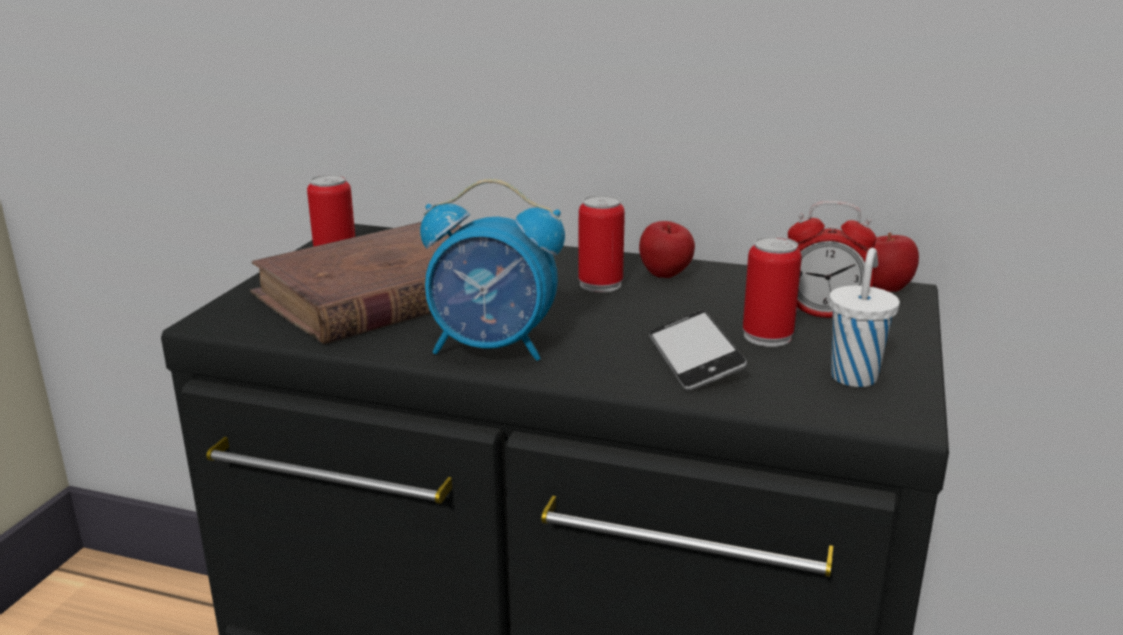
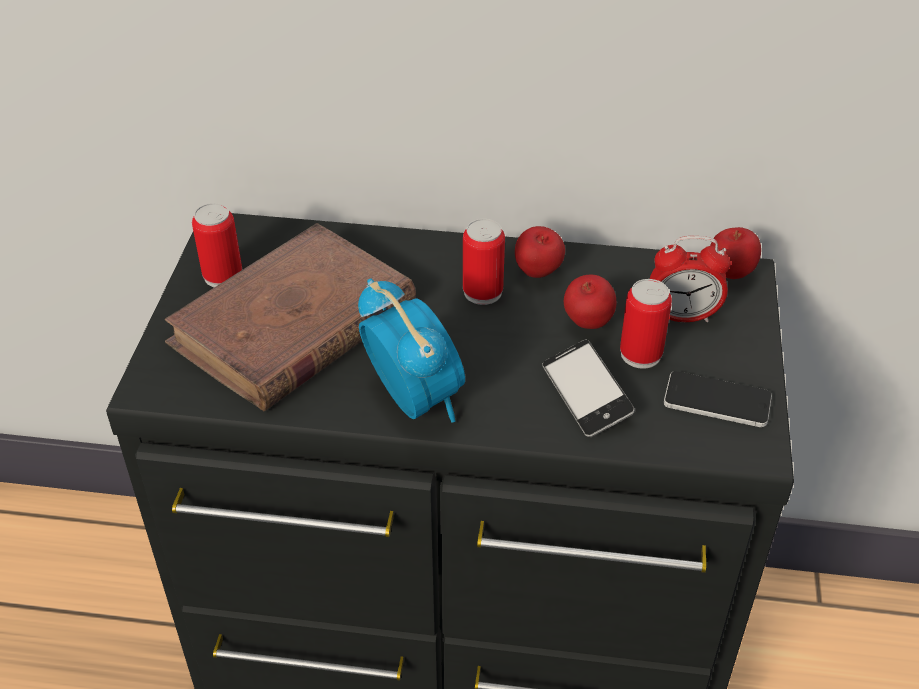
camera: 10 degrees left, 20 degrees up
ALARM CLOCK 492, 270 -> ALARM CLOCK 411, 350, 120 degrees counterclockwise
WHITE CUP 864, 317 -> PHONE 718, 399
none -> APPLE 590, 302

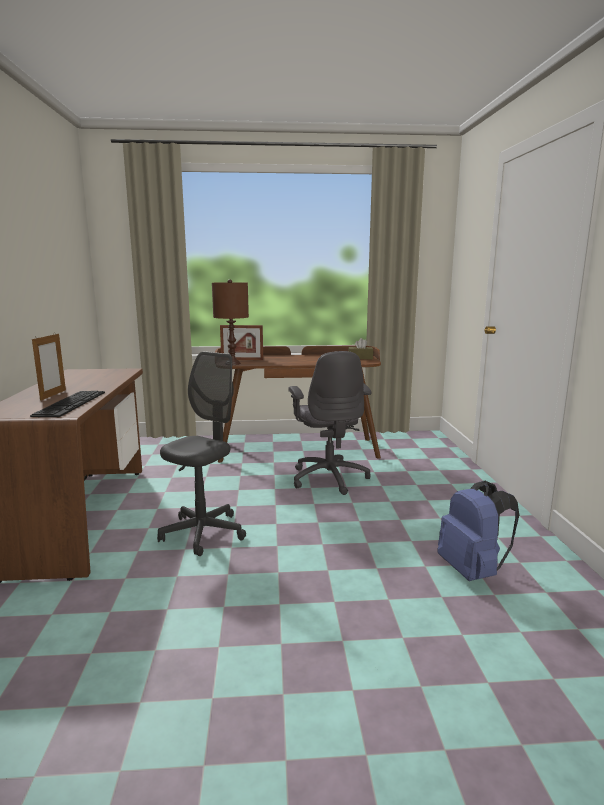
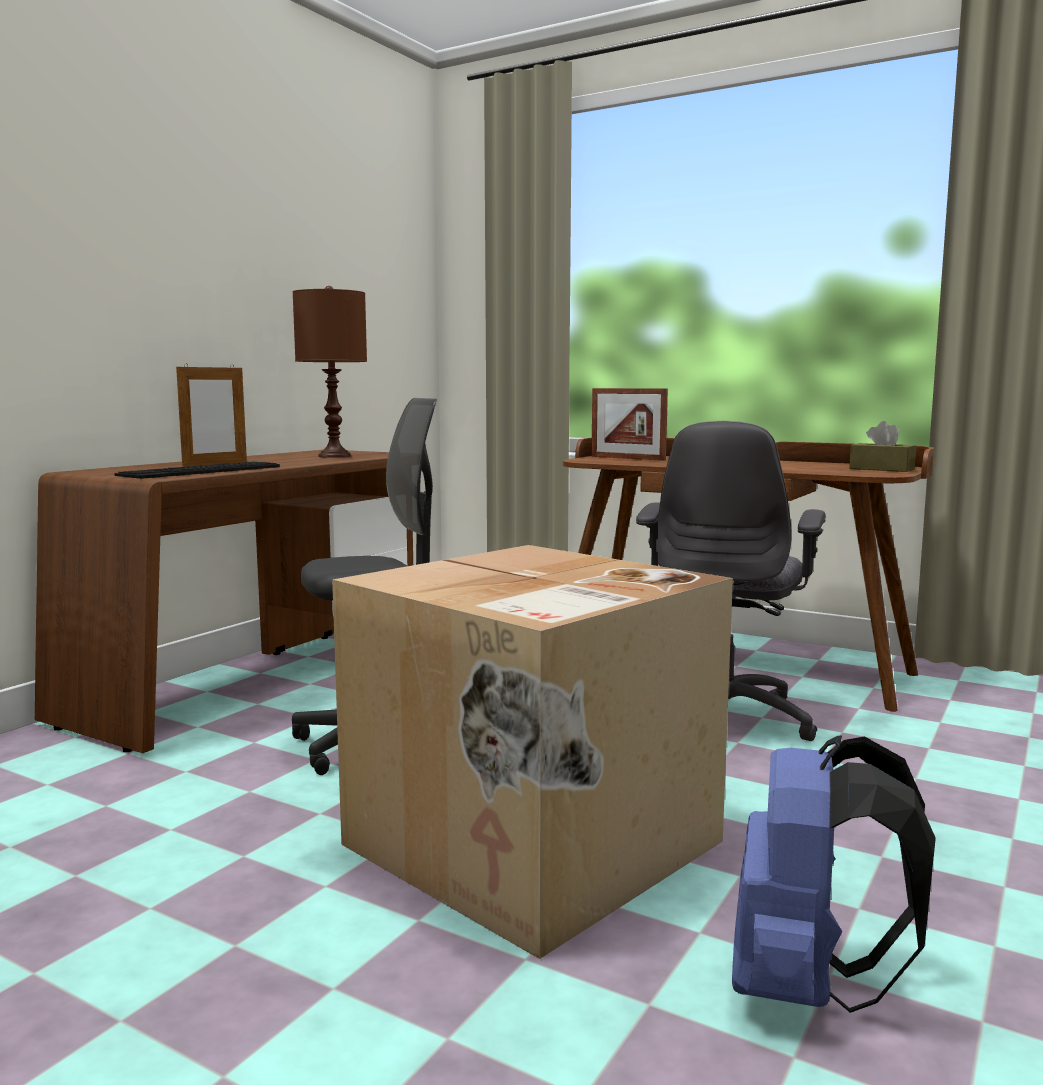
camera: 35 degrees right, 5 degrees down
BROWN TABLE LAMP 230, 322 -> BROWN TABLE LAMP 330, 372, relocated
none -> CARDBOARD BOX 532, 752

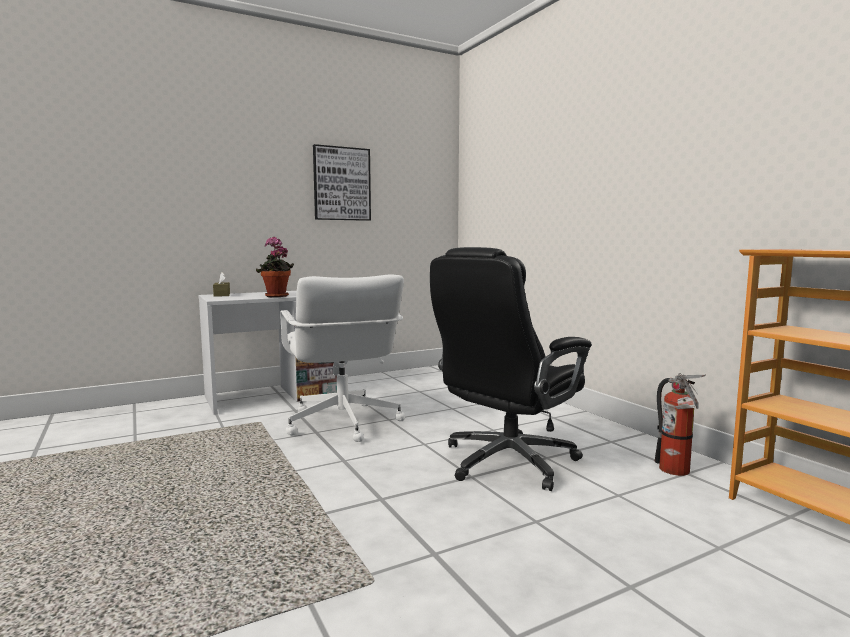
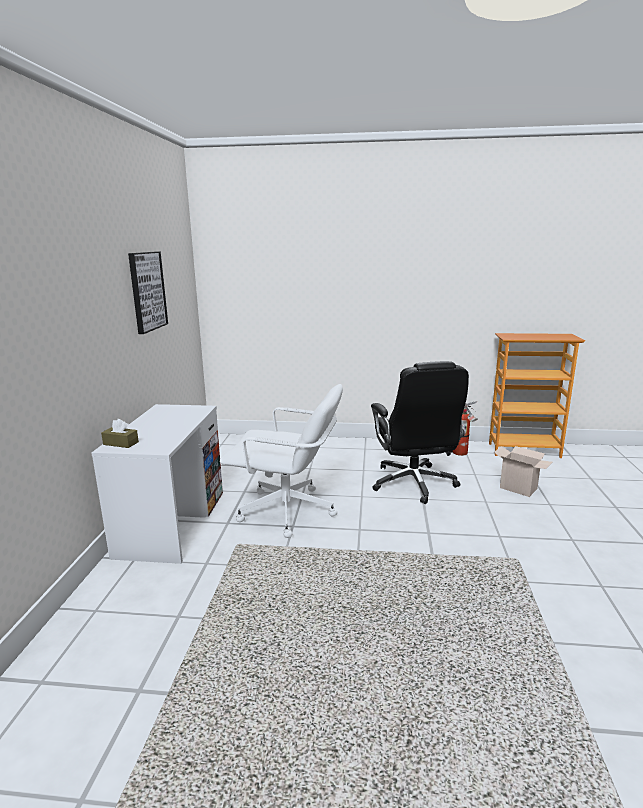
camera: 55 degrees left, 10 degrees up
POTTED PLANT 275, 267 -> none
none -> CARDBOARD BOX 523, 471

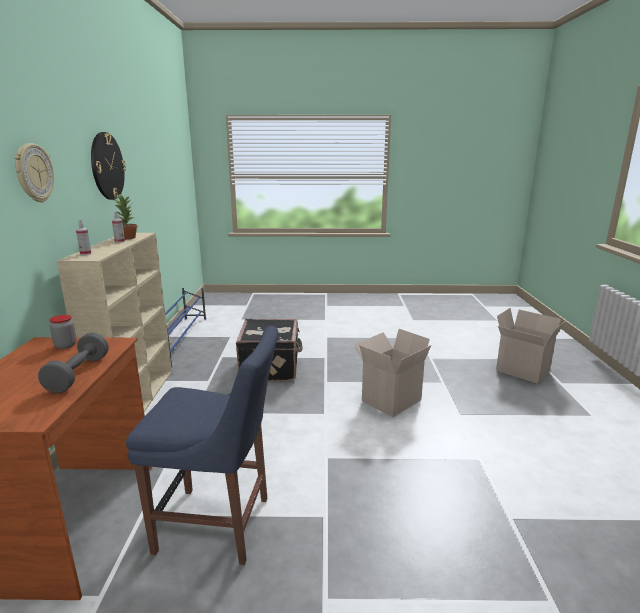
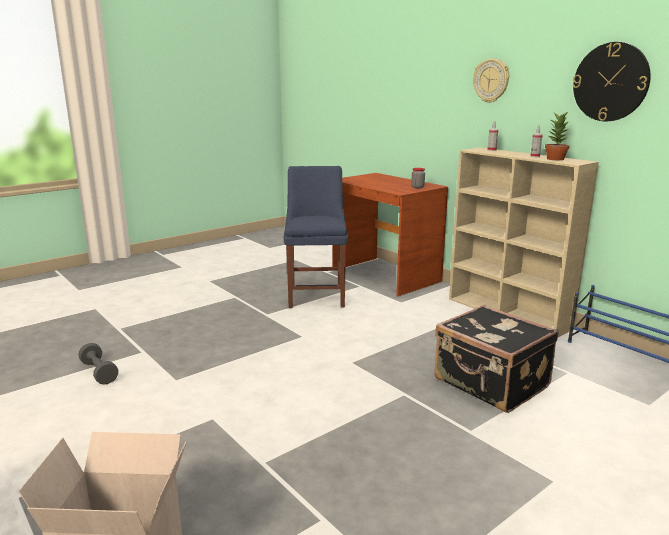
camera: 140 degrees right, 0 degrees up
BLUE CHAIR 202, 445 -> BLUE CHAIR 316, 237, 120 degrees clockwise
CARDBOARD BOX 392, 373 -> none
GREY DUMBBELL 73, 363 -> GREY DUMBBELL 98, 364, relocated

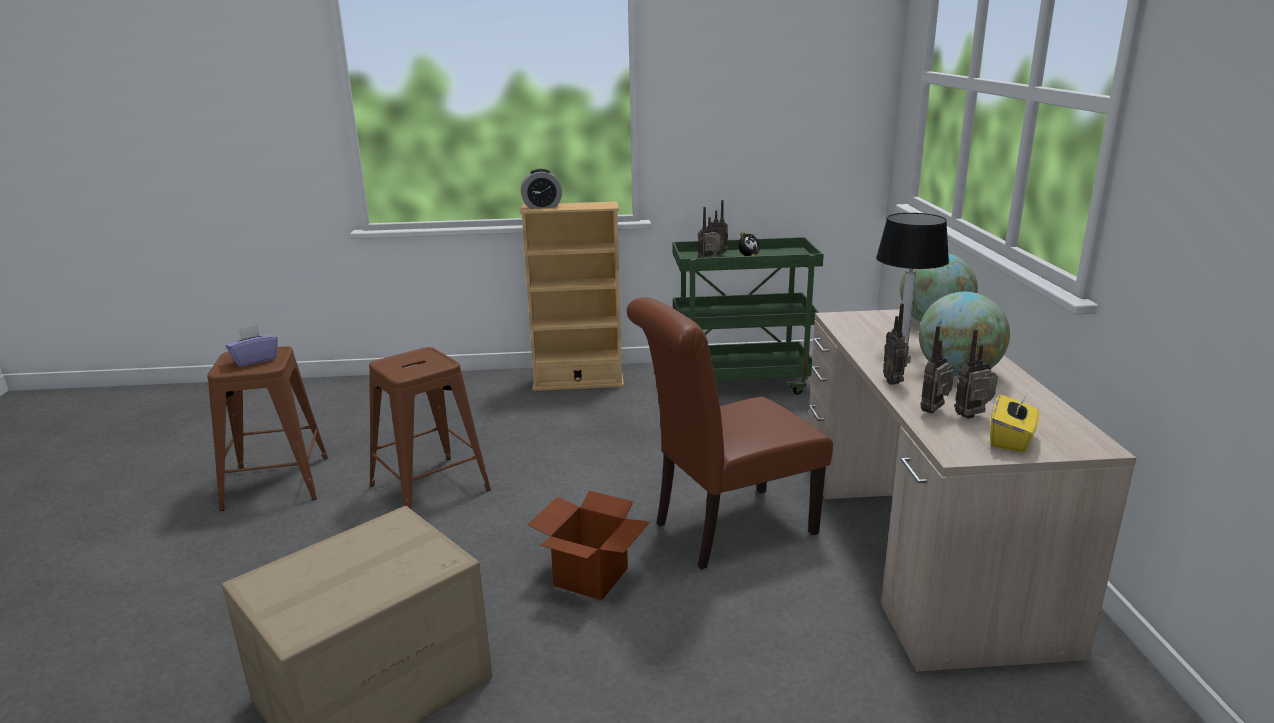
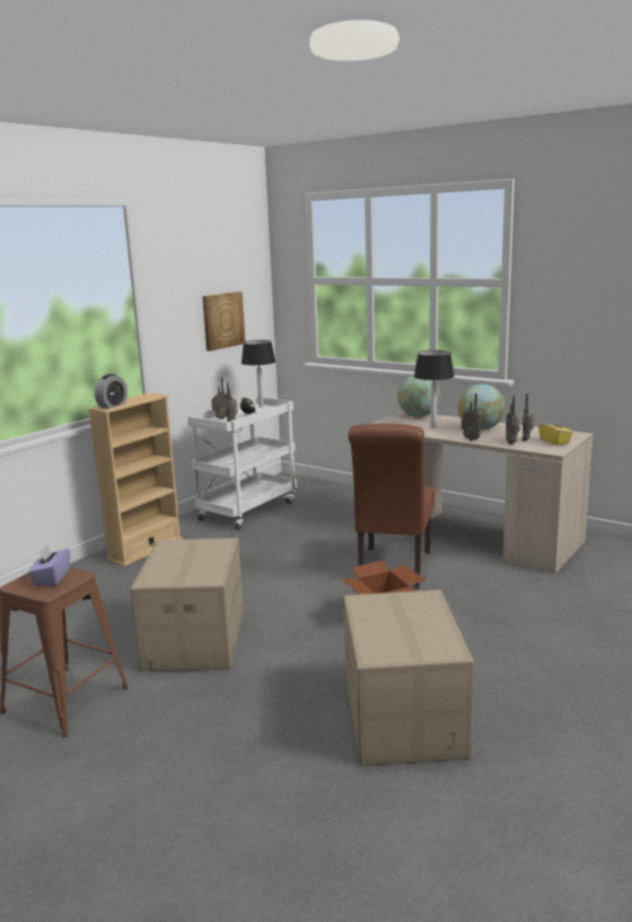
camera: 50 degrees left, 5 degrees down
GREEN CART 748, 316 -> WHITE CART 242, 463
BROWN STOOL 430, 428 -> CARDBOARD BOX 187, 604
none -> PICTURE 223, 321
none -> TABLE LAMP 258, 374

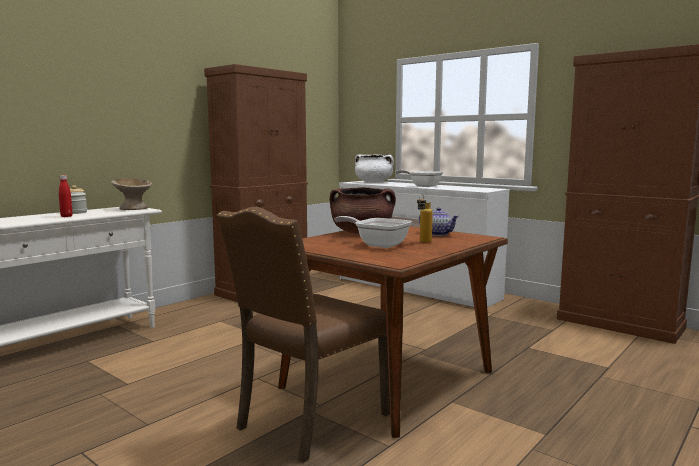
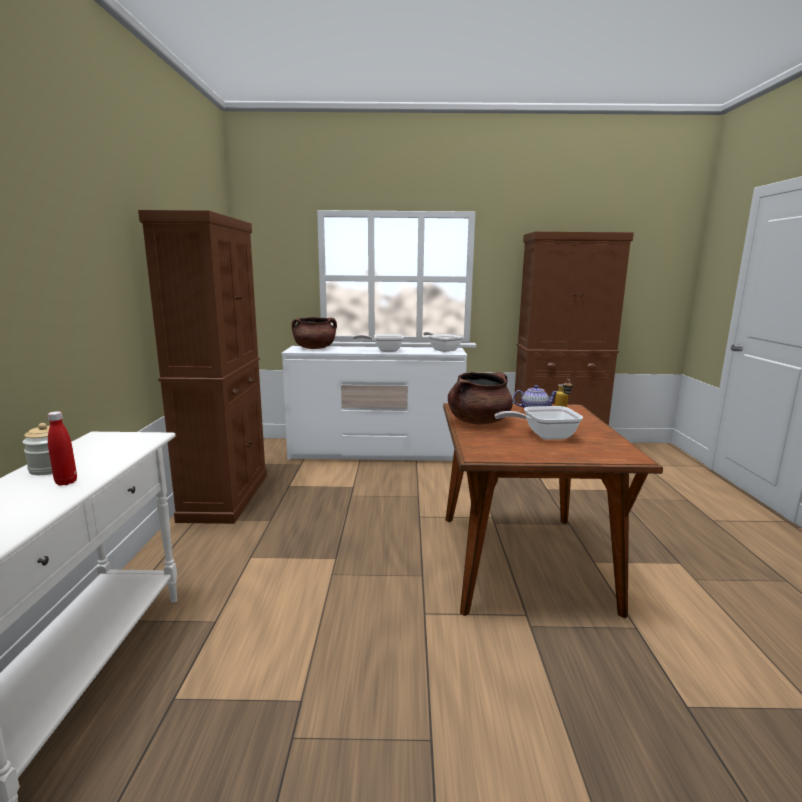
camera: 40 degrees left, 5 degrees up
WHITE COOKING POT 374, 168 -> BROWN COOKING POT 314, 333
BEIGE BOWL 131, 194 -> none
BROWN CHAIR 303, 335 -> none
none -> FRYING PAN 443, 342

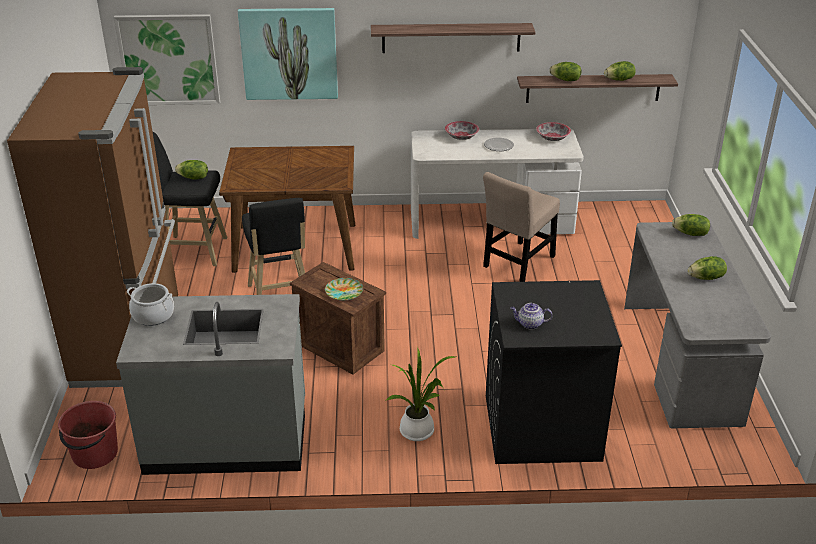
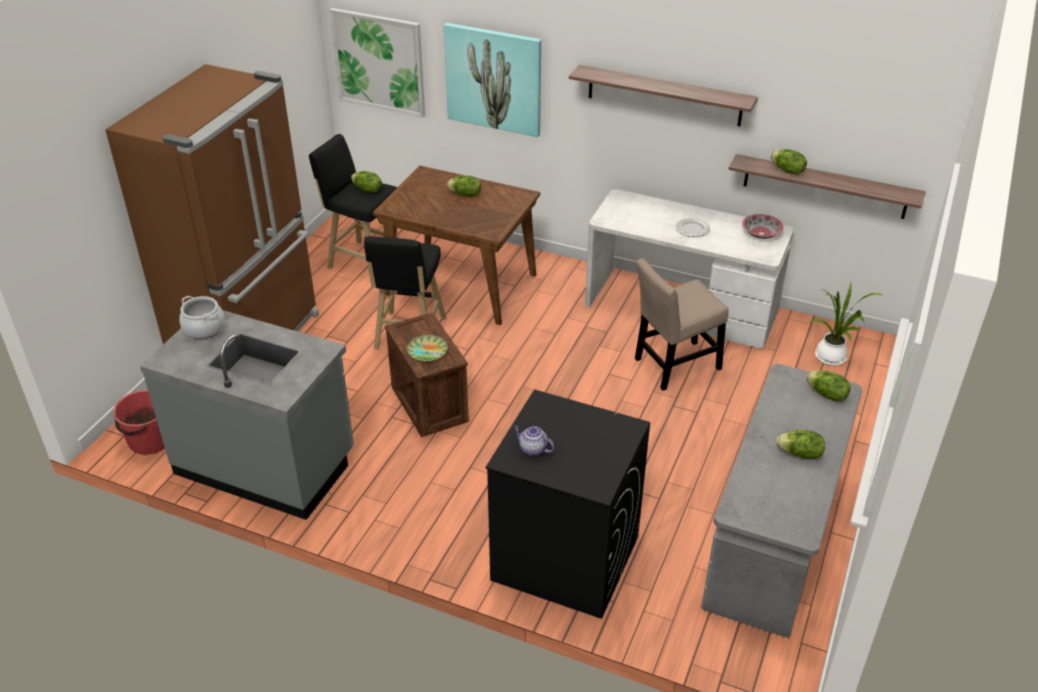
camera: 25 degrees right, 5 degrees up
LETTUCE 619, 71 -> LETTUCE 464, 185, relocated
BOWL 462, 130 -> none
POTTED PLANT 421, 394 -> POTTED PLANT 846, 324, relocated

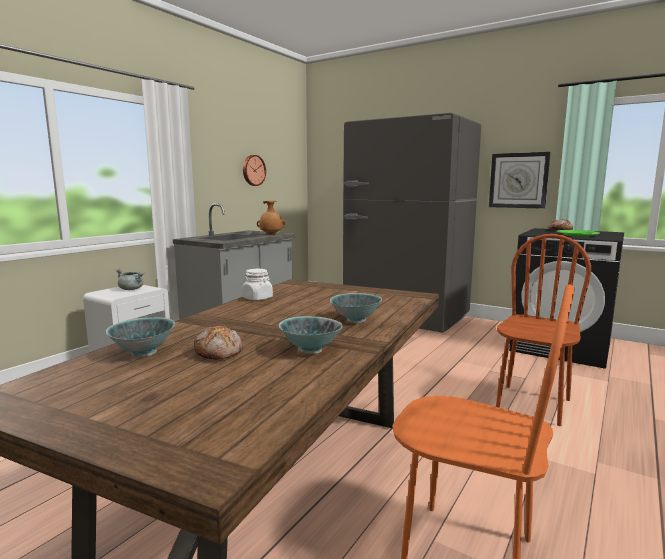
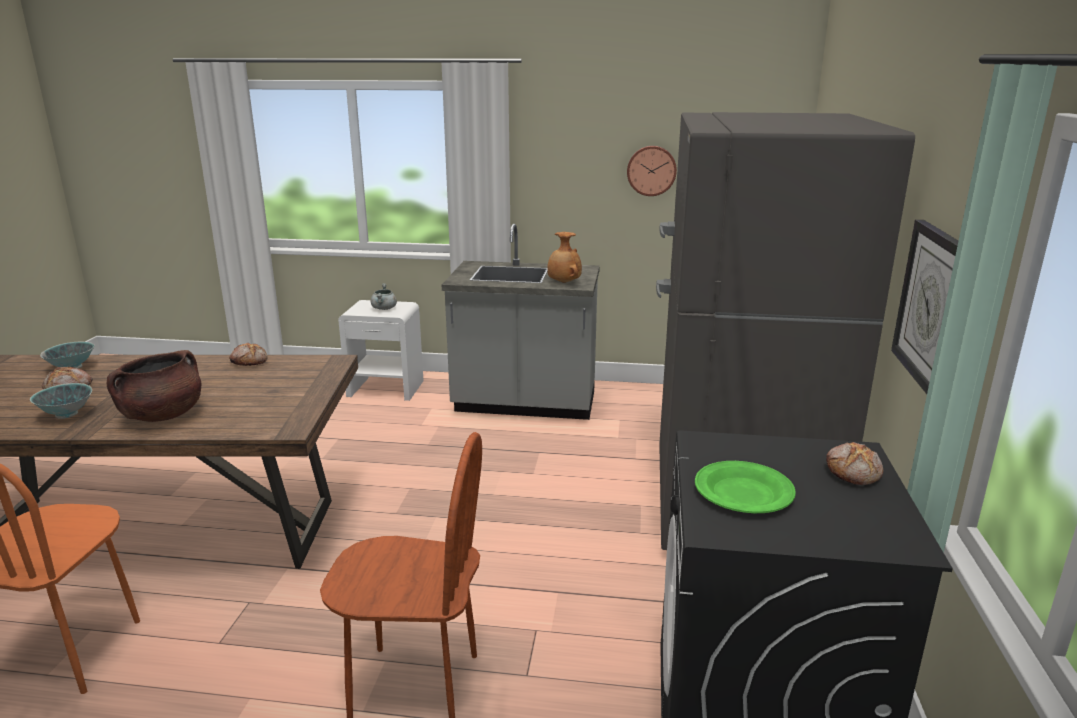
camera: 65 degrees right, 10 degrees up
WHITE JAR 257, 284 -> BREAD 248, 354
BOWL 356, 308 -> BROWN COOKING POT 154, 386

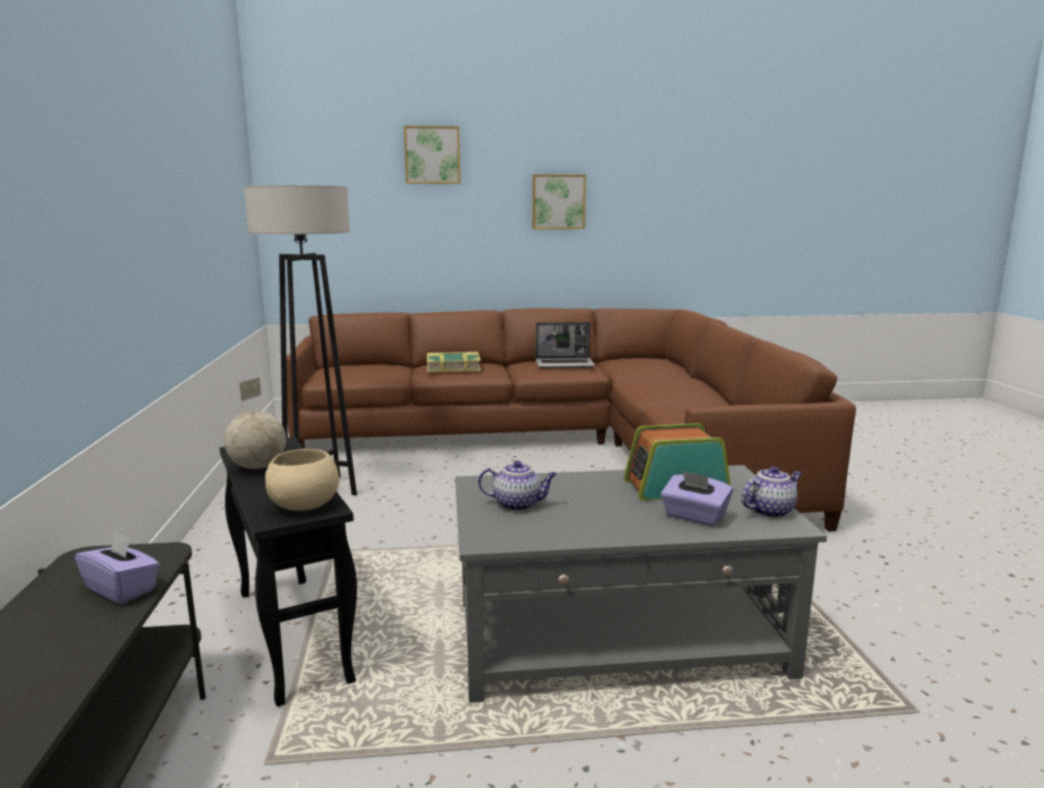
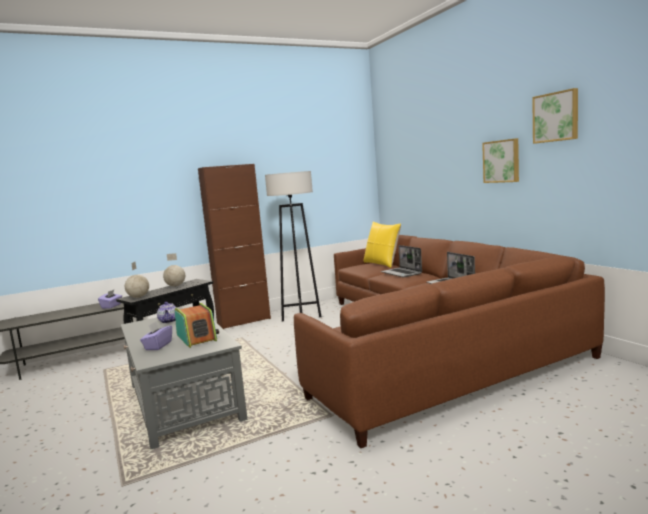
camera: 70 degrees right, 5 degrees down
PICTURE 432, 155 -> PICTURE 555, 116, relocated
BOOK 454, 362 -> LAPTOP 401, 261
BEIGE BOWL 302, 480 -> GLOBE 137, 280
TEAPOT 771, 492 -> none
none -> BROWN CABINET 234, 246
none -> YELLOW PILLOW 382, 245

